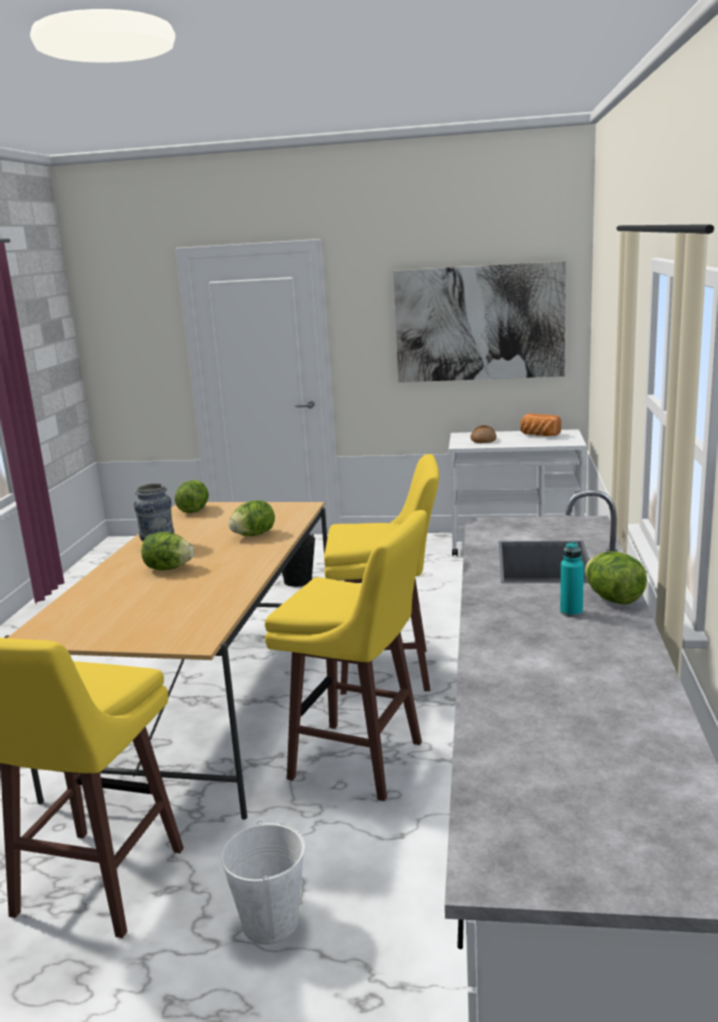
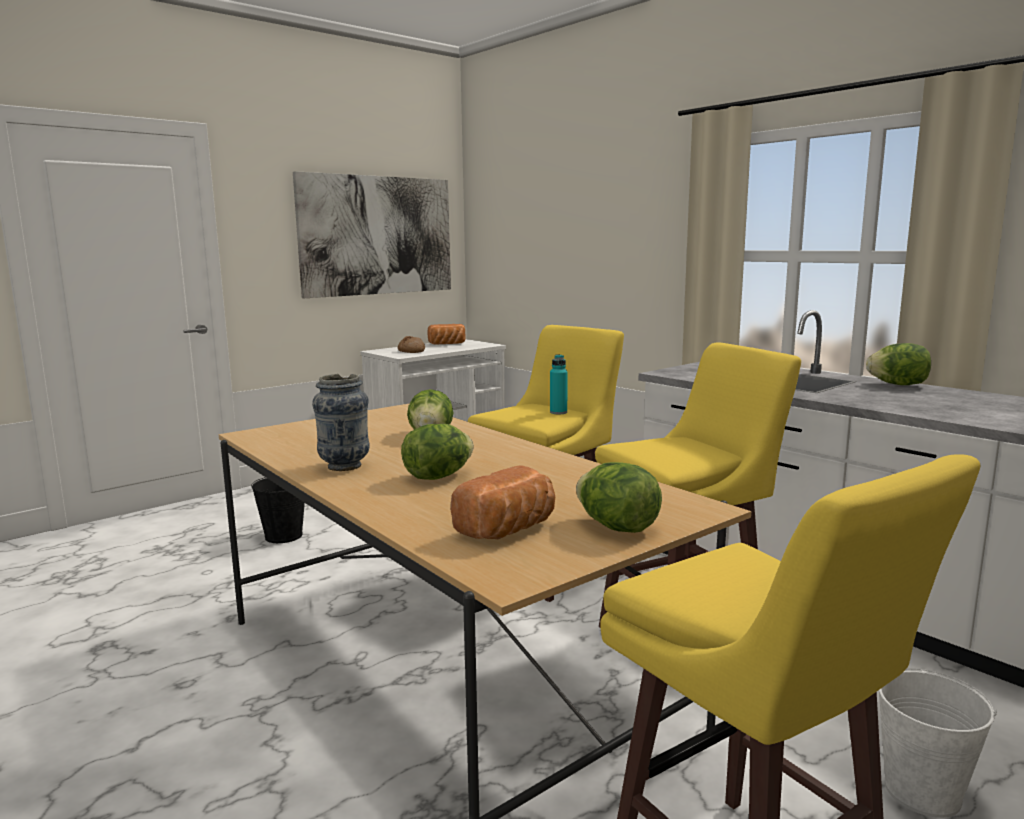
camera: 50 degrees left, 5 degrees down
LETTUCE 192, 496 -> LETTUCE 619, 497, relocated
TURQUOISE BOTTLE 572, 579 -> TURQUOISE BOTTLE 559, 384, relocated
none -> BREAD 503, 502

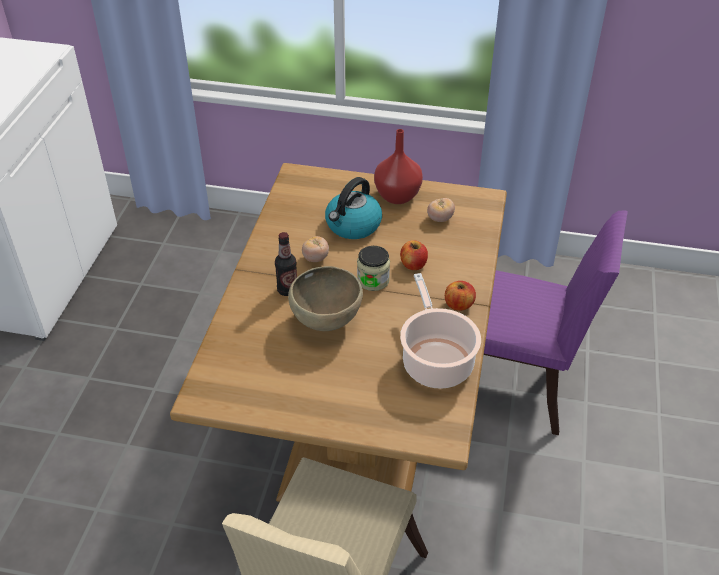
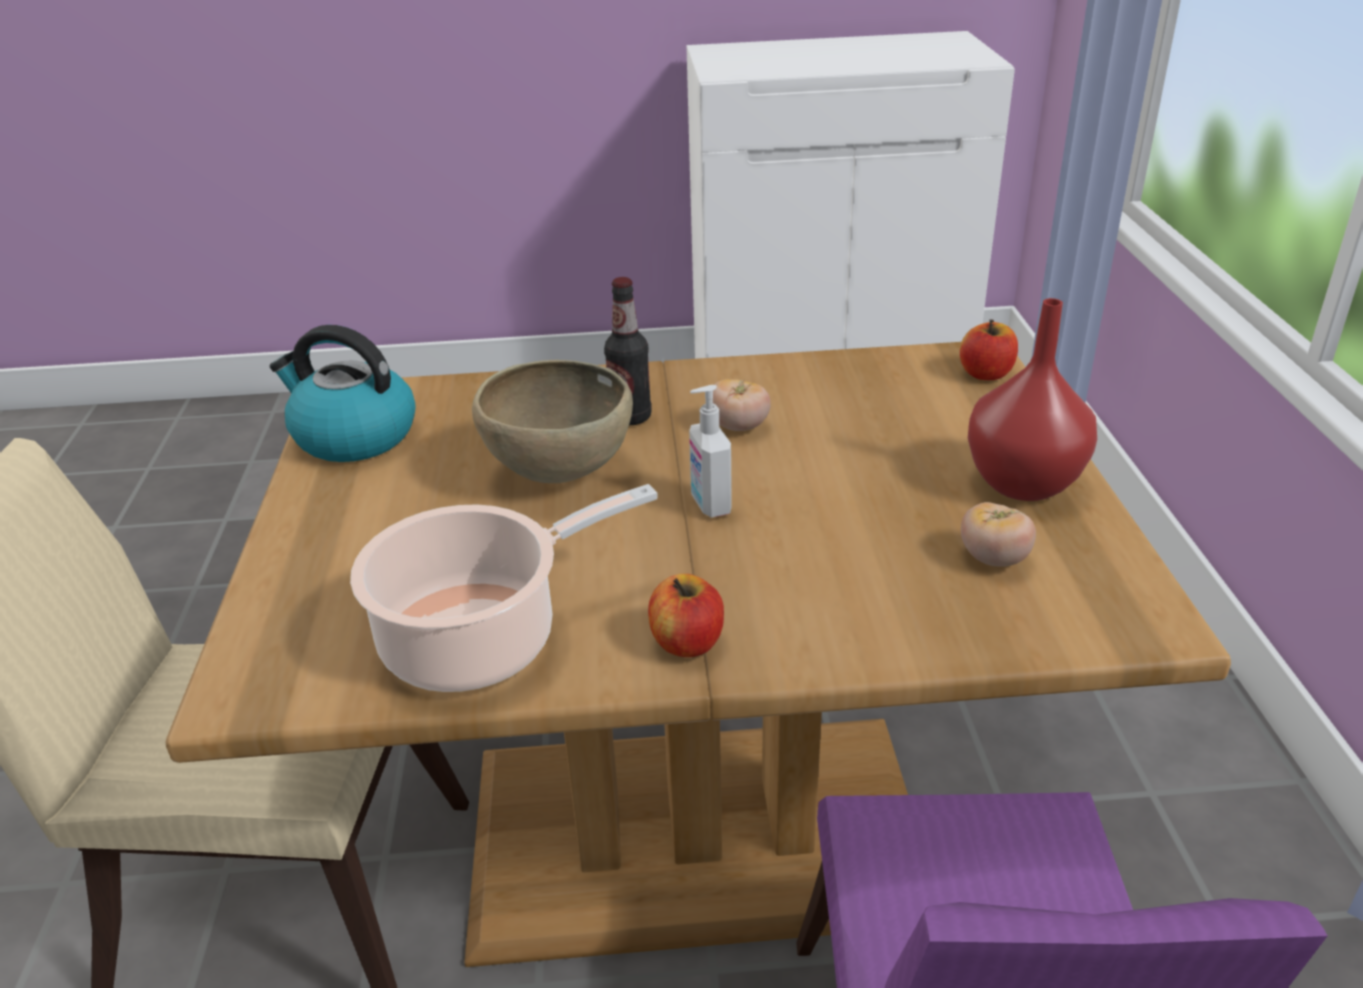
camera: 75 degrees right, 10 degrees down
KETTLE 353, 208 -> KETTLE 343, 393, relocated
APPLE 414, 255 -> APPLE 989, 349, relocated
JAR 373, 268 -> SOAP DISPENSER 710, 451

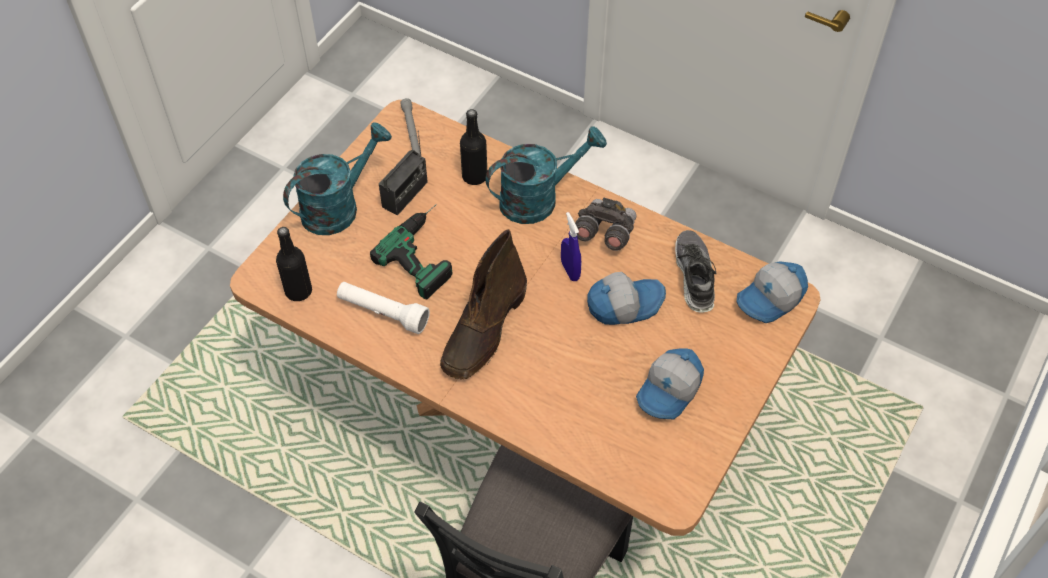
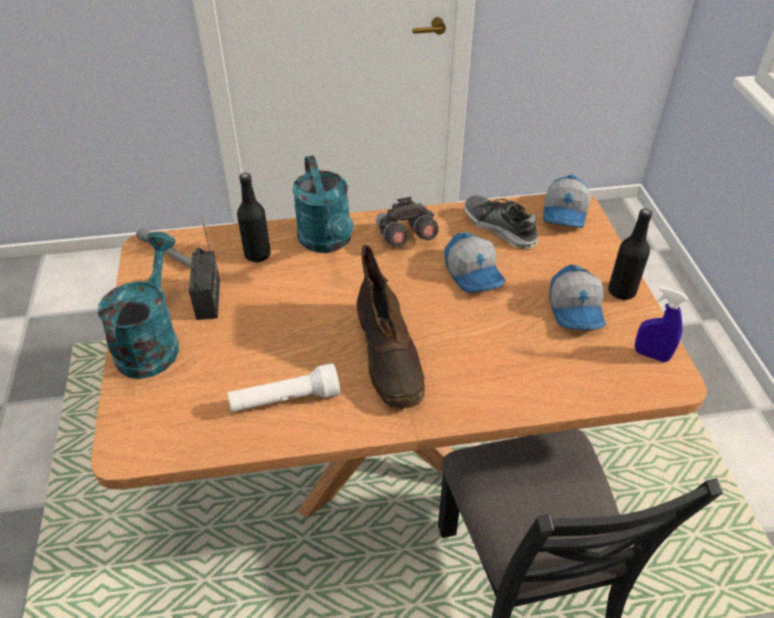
camera: 40 degrees left, 10 degrees down
TURQUOISE WATERING CAN 546, 175 -> TURQUOISE WATERING CAN 322, 204, 135 degrees clockwise
POWER DRILL 411, 251 -> none
BLUE SPRAY BOTTLE 571, 246 -> BLUE SPRAY BOTTLE 661, 324, relocated
BLACK BOTTLE 294, 264 -> BLACK BOTTLE 630, 254, relocated
CAP 626, 298 -> CAP 474, 262, 120 degrees clockwise

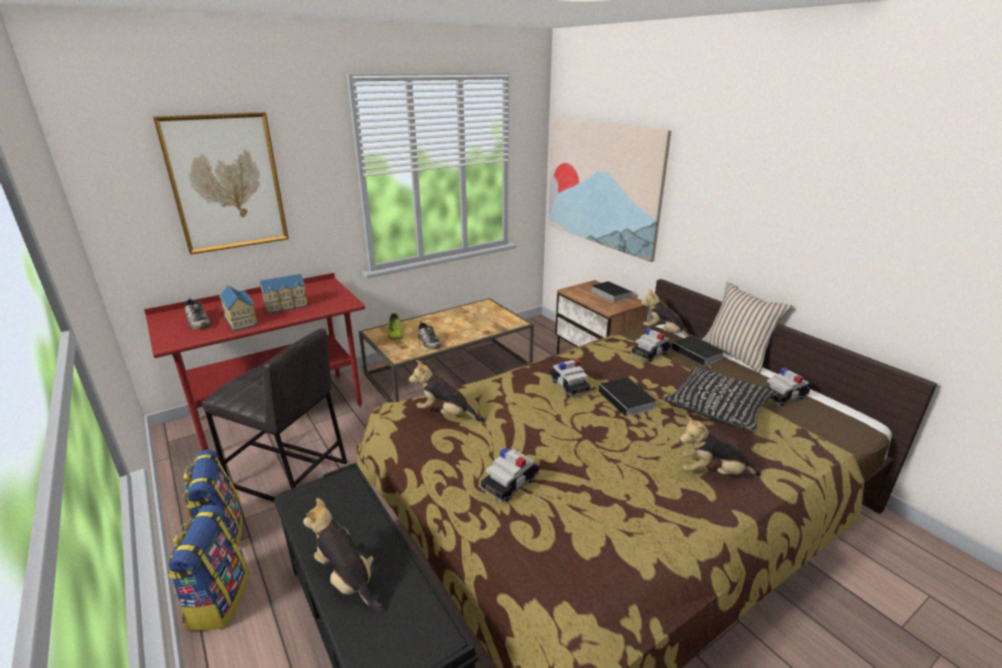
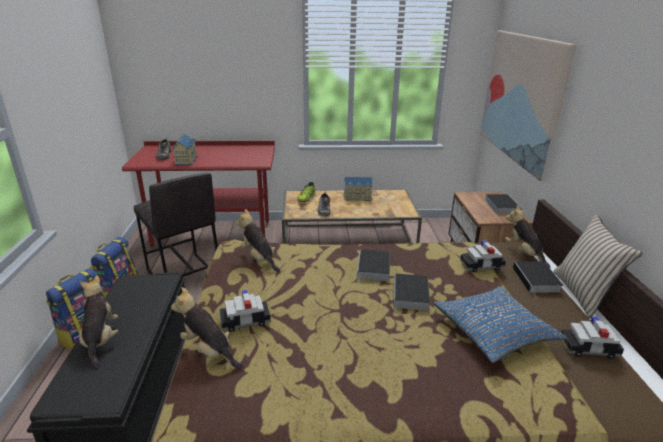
camera: 30 degrees right, 0 degrees up
PICTURE 221, 183 -> none
TOY HOUSE 284, 294 -> TOY HOUSE 358, 189, relocated
TOY CAR 570, 378 -> BOOK 373, 266
BLACK PILLOW 719, 400 -> BLUE PILLOW 500, 324
PLUSH TOY 720, 445 -> PLUSH TOY 207, 328, relocated

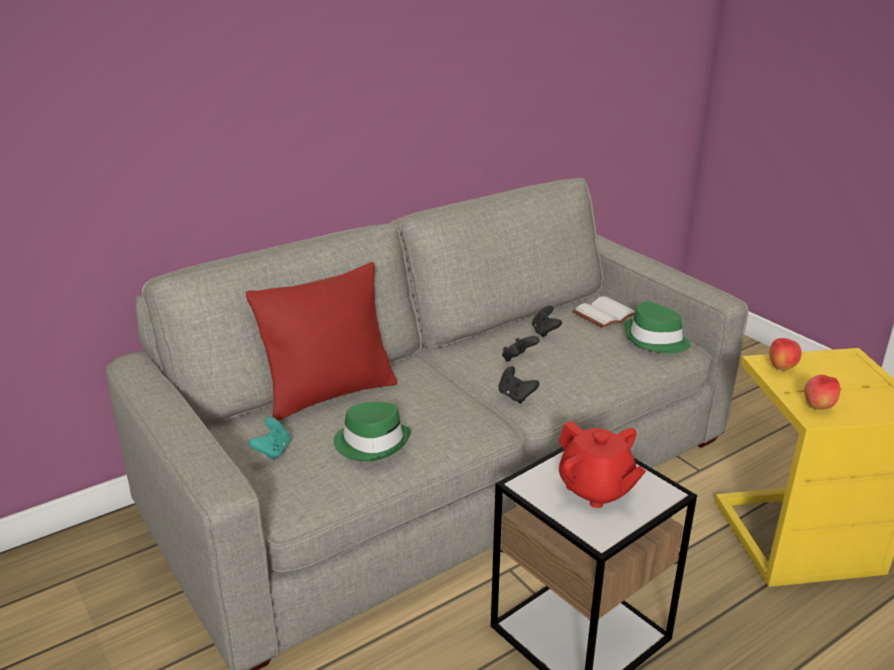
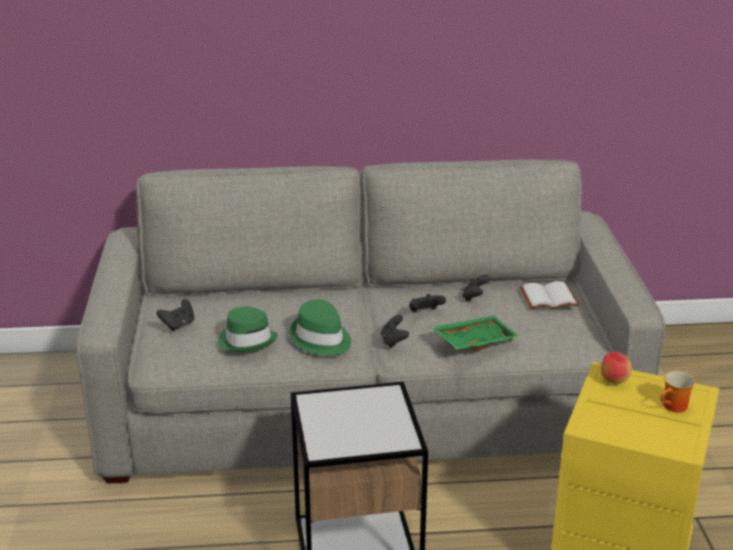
camera: 30 degrees right, 0 degrees up
RED PILLOW 321, 341 -> none
GREEN HAT 658, 328 -> GREEN HAT 320, 327, relocated
APPLE 822, 392 -> none
TURQUOISE GAME CONTROLLER 269, 438 -> BLACK GAME CONTROLLER 175, 315
RED TEAPOT 602, 464 -> none
none -> GREEN TRAY 475, 333
none -> MUG 678, 392

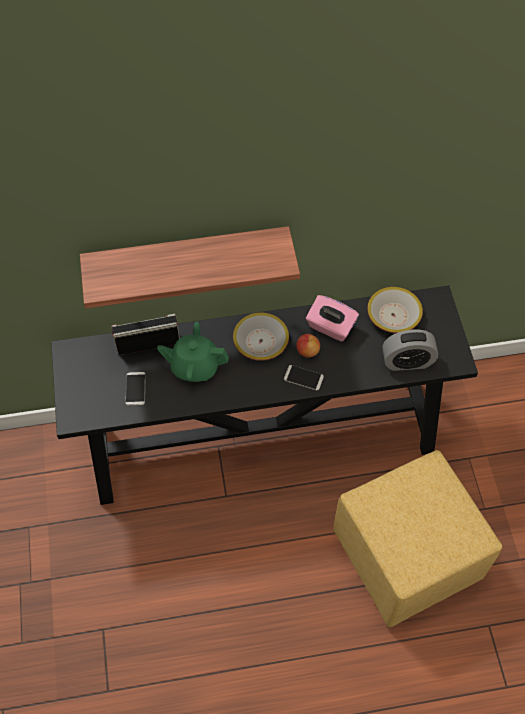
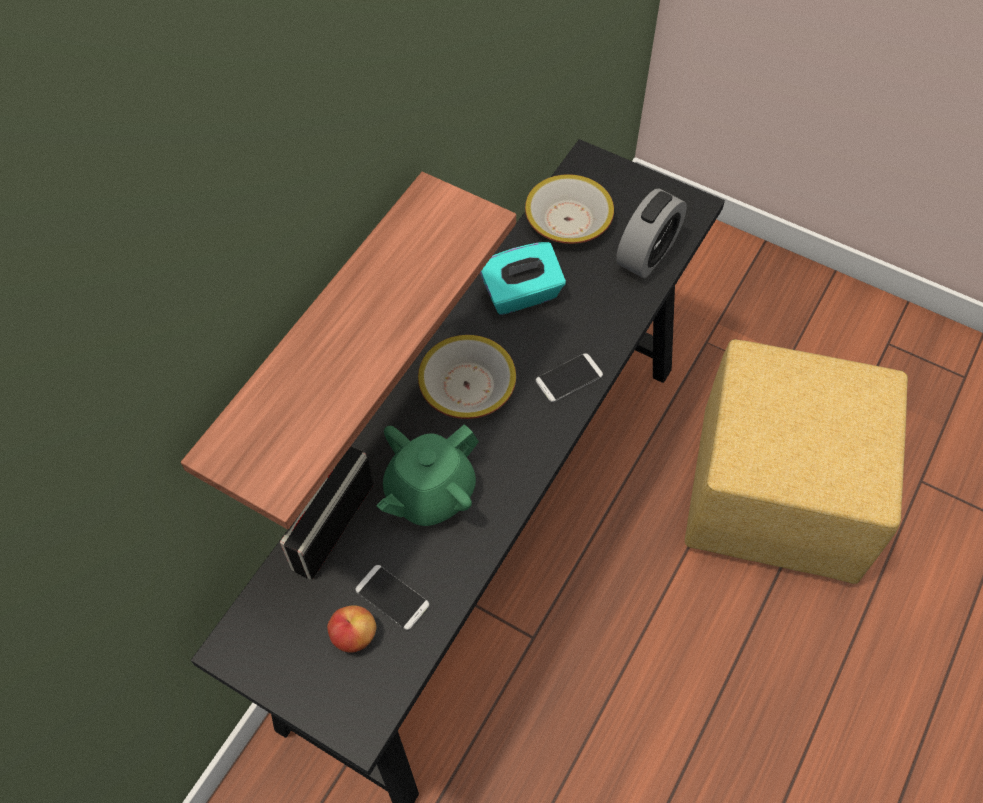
camera: 50 degrees left, 0 degrees up
PINK TISSUE BOX 332, 318 -> TURQUOISE TISSUE BOX 523, 278
APPLE 308, 345 -> APPLE 351, 629, relocated

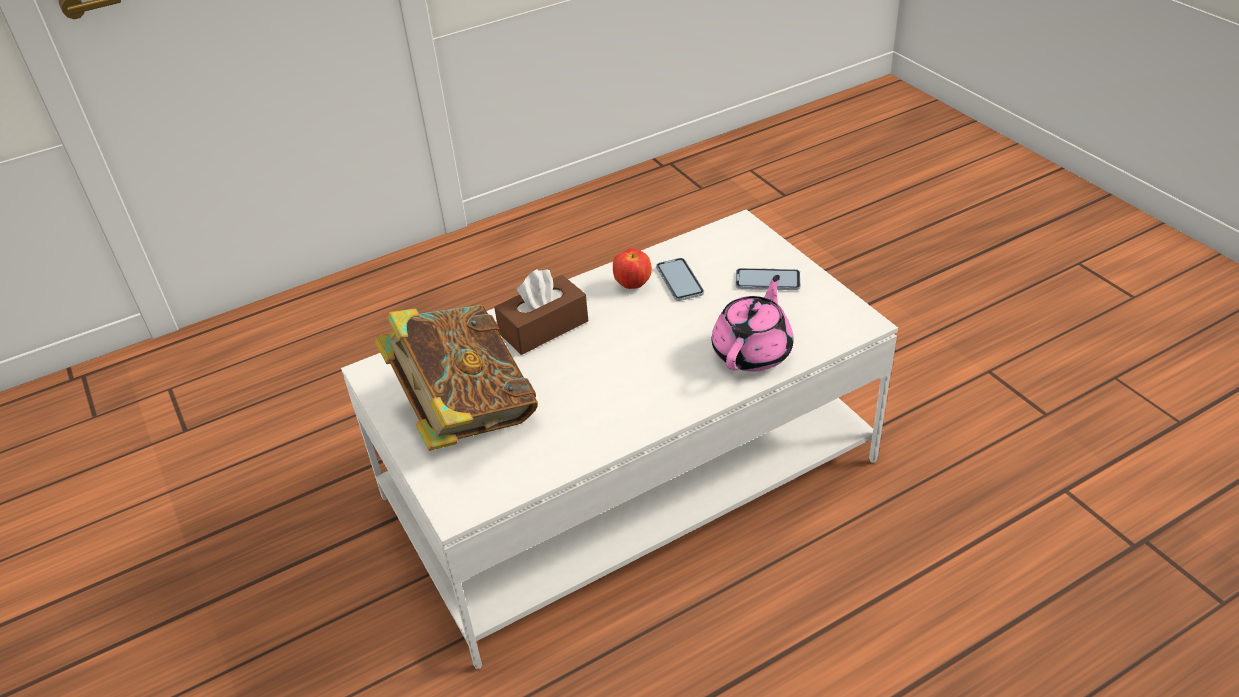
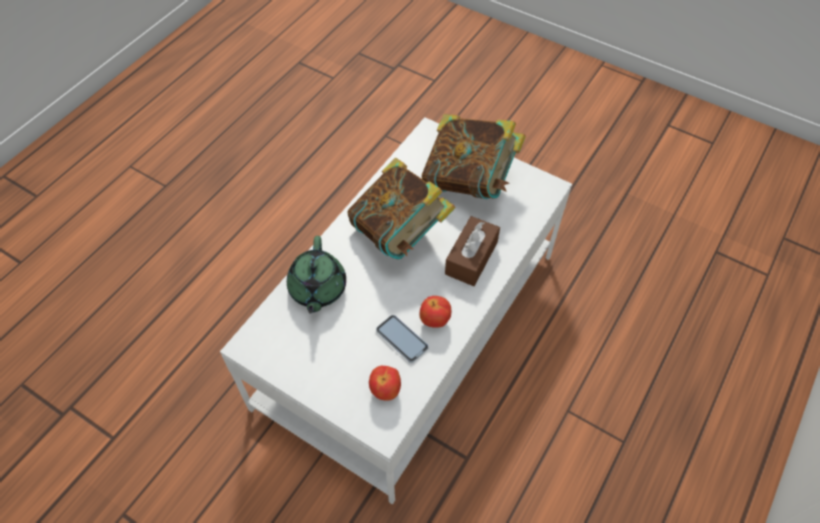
camera: 150 degrees right, 15 degrees up
PHONE 768, 279 -> none
PINK TEAPOT 753, 323 -> GREEN TEAPOT 316, 275
none -> BOOK 401, 209
none -> APPLE 385, 383

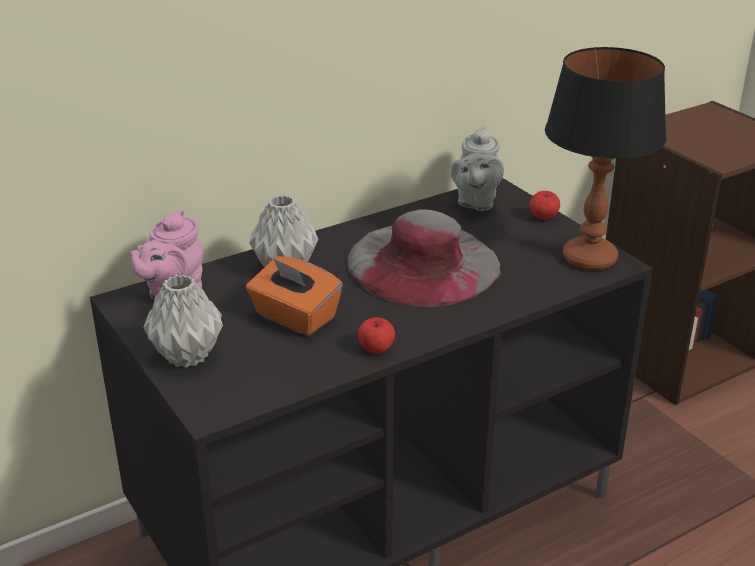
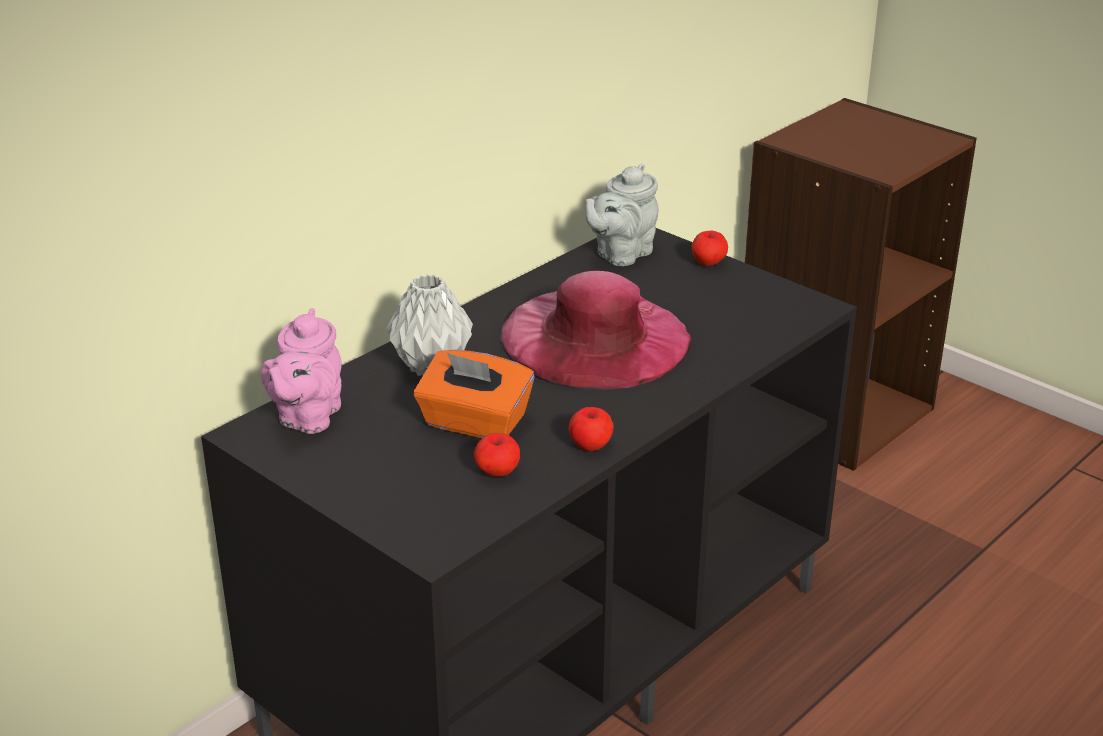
camera: 15 degrees left, 0 degrees up
TABLE LAMP 606, 158 -> none
GREY TEAPOT 477, 168 -> GREY TEAPOT 622, 215, 45 degrees clockwise
GREY HAT 424, 258 -> PINK HAT 595, 330
GREY VASE 183, 321 -> none
none -> APPLE 497, 455

